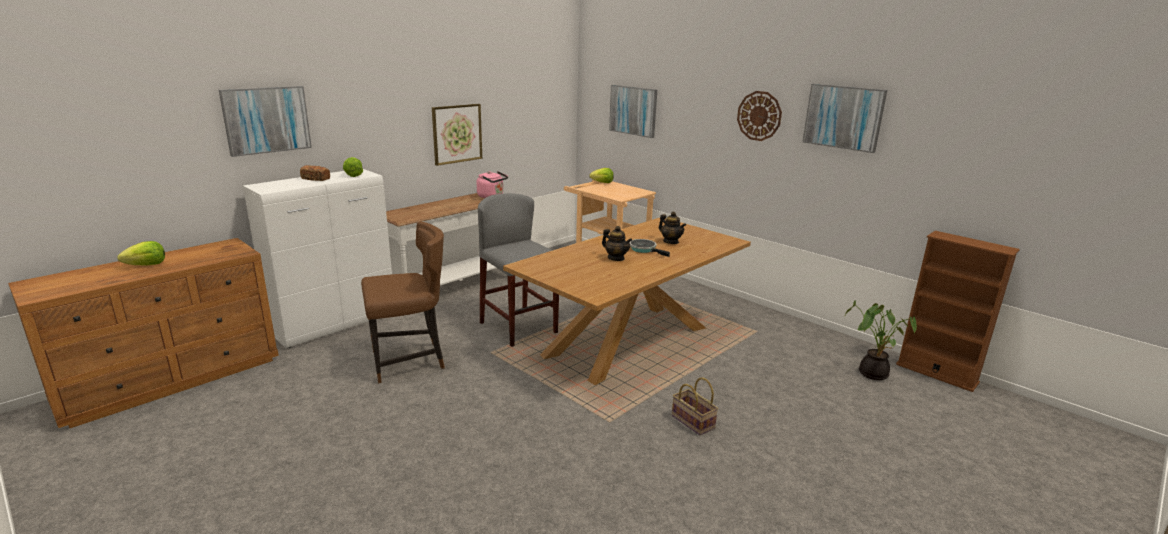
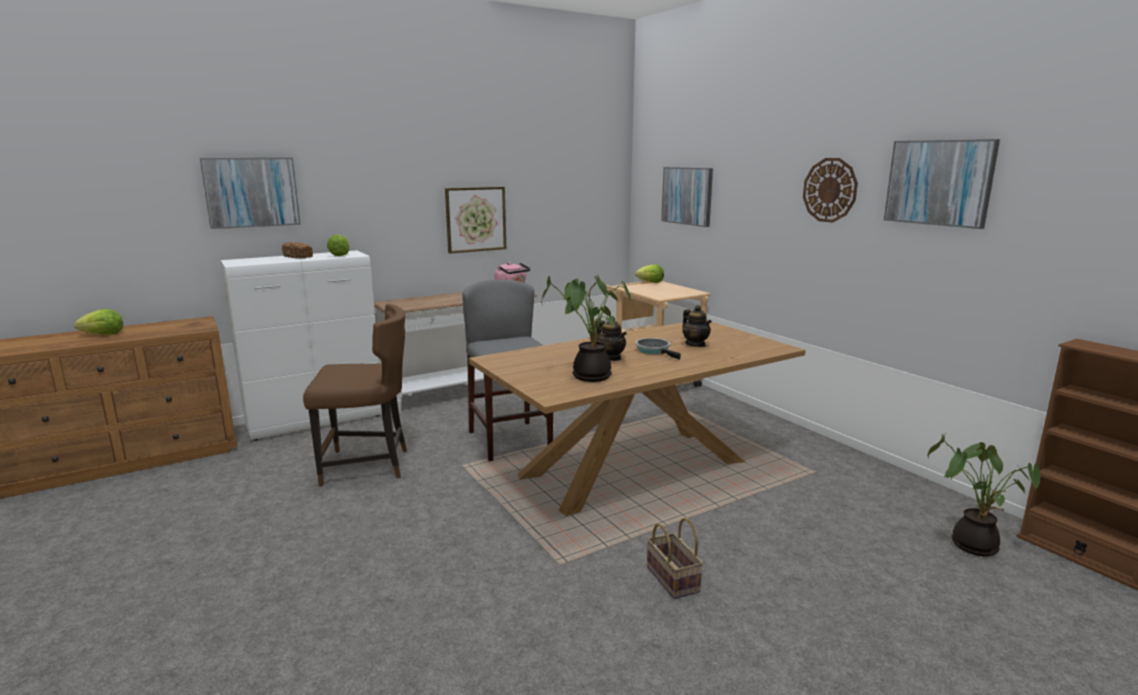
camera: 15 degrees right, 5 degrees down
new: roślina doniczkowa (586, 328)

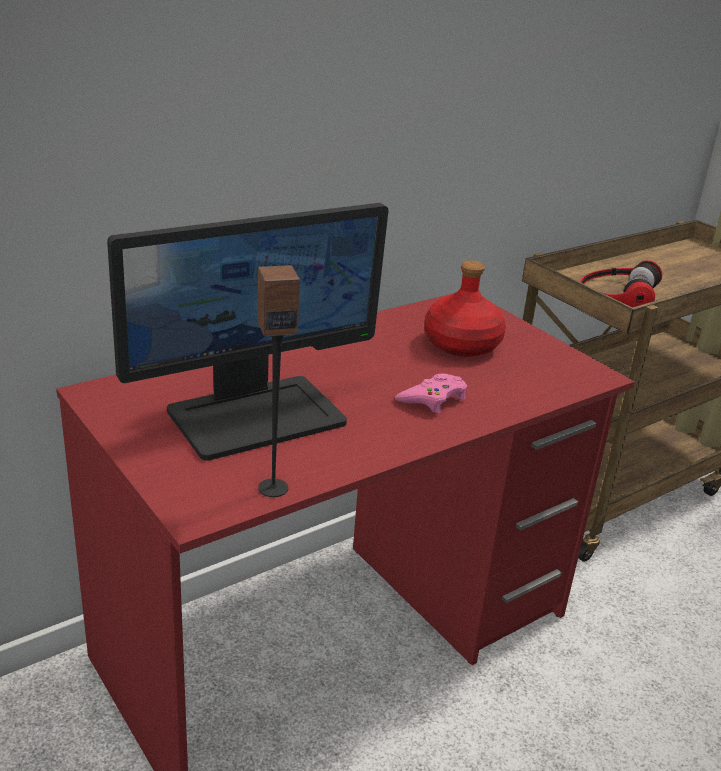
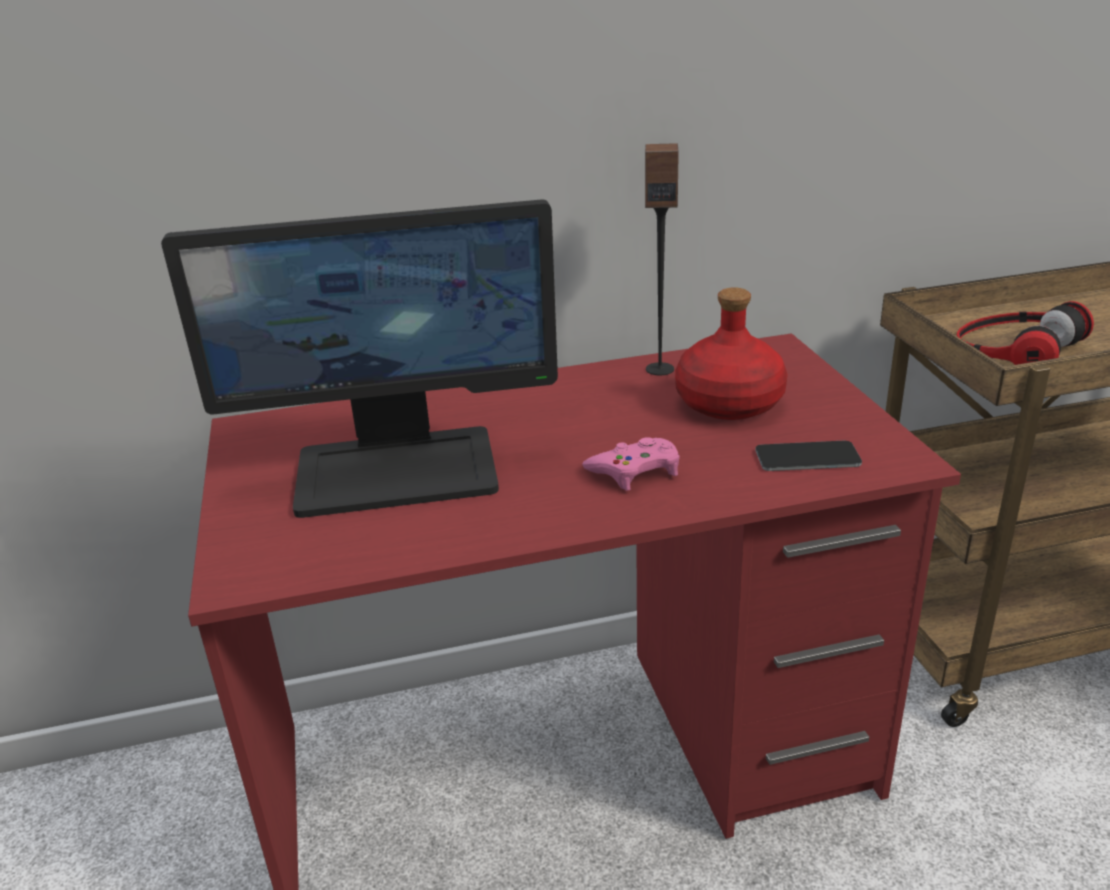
camera: 25 degrees right, 0 degrees up
new: telefon (808, 456)
shifted: głośnik (278, 381) to (662, 259)

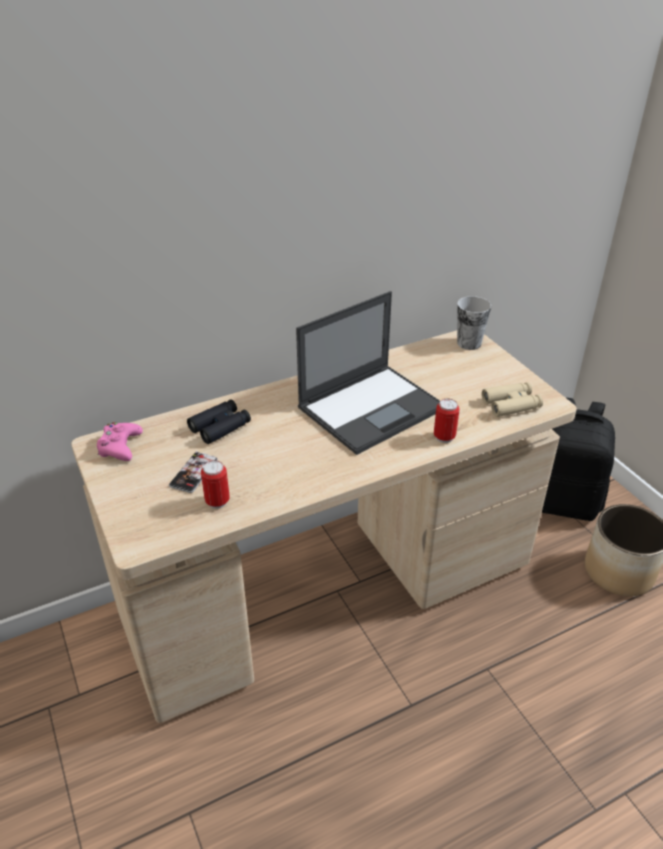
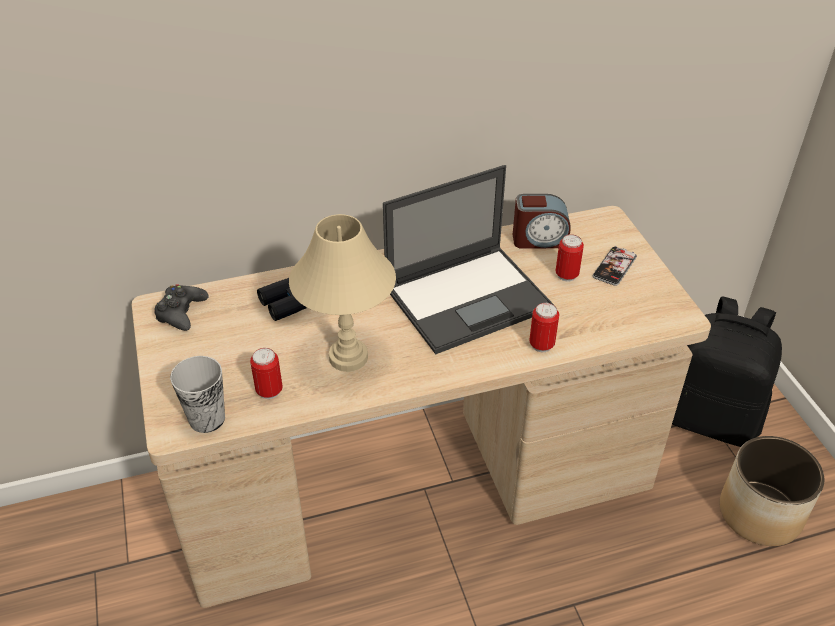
camera: 10 degrees right, 5 degrees up
gone: lornetka/beżowy (512, 399)
new: lampa stołowa/beżowy (342, 293); budzik (542, 221); puszka (570, 258)
shifted: telefon (193, 472) to (615, 266); filiżanka (474, 323) to (197, 394)
repainted: pad do gier/różowy (120, 441) to pad do gier/czarny (181, 307)

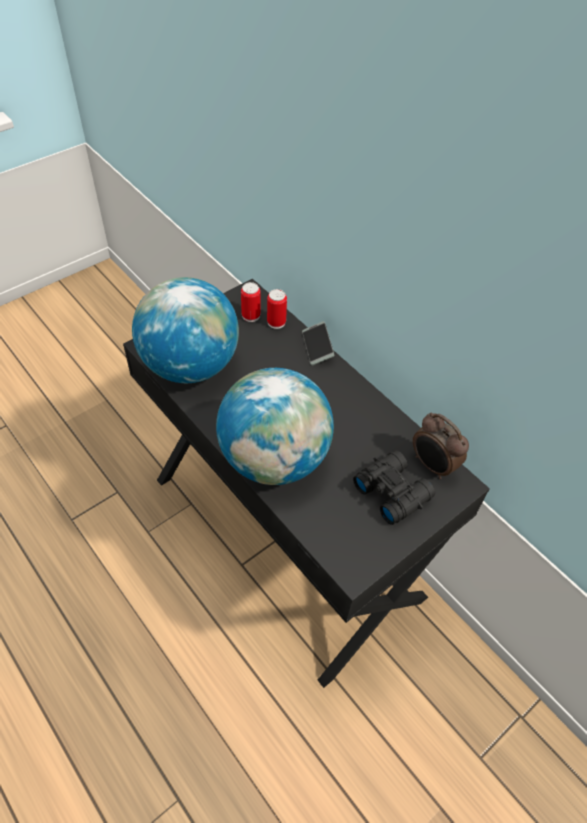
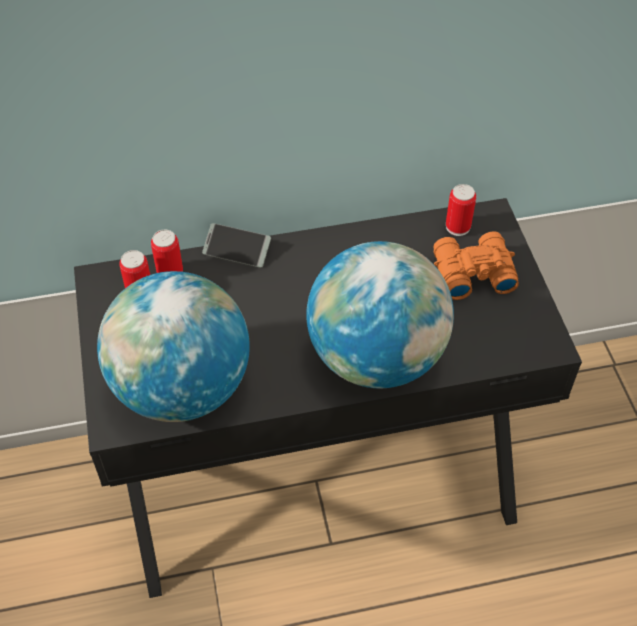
camera: 60 degrees left, 0 degrees up
swapped: budzik (441, 445) to puszka (461, 210)
repainted: lornetka/czarny (394, 488) to lornetka/pomarańczowy (476, 265)

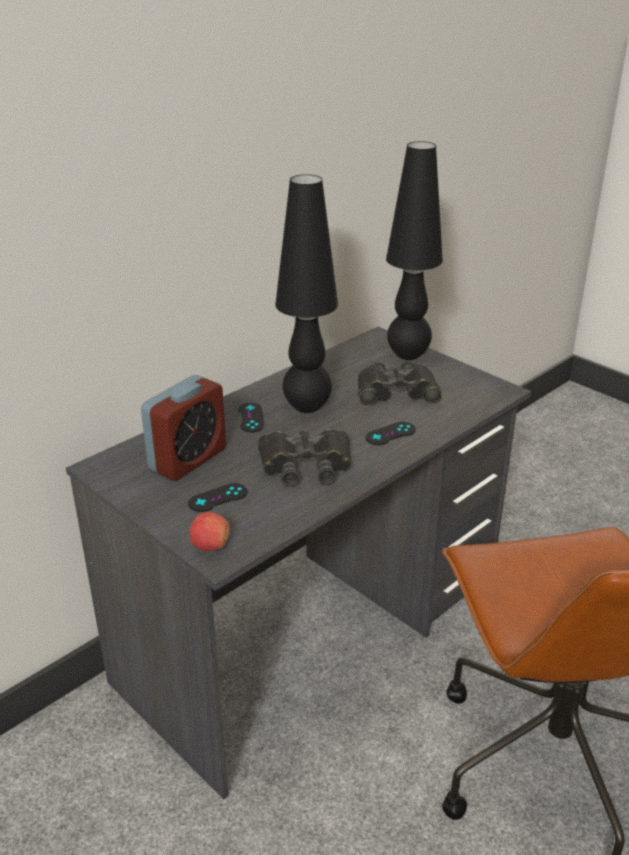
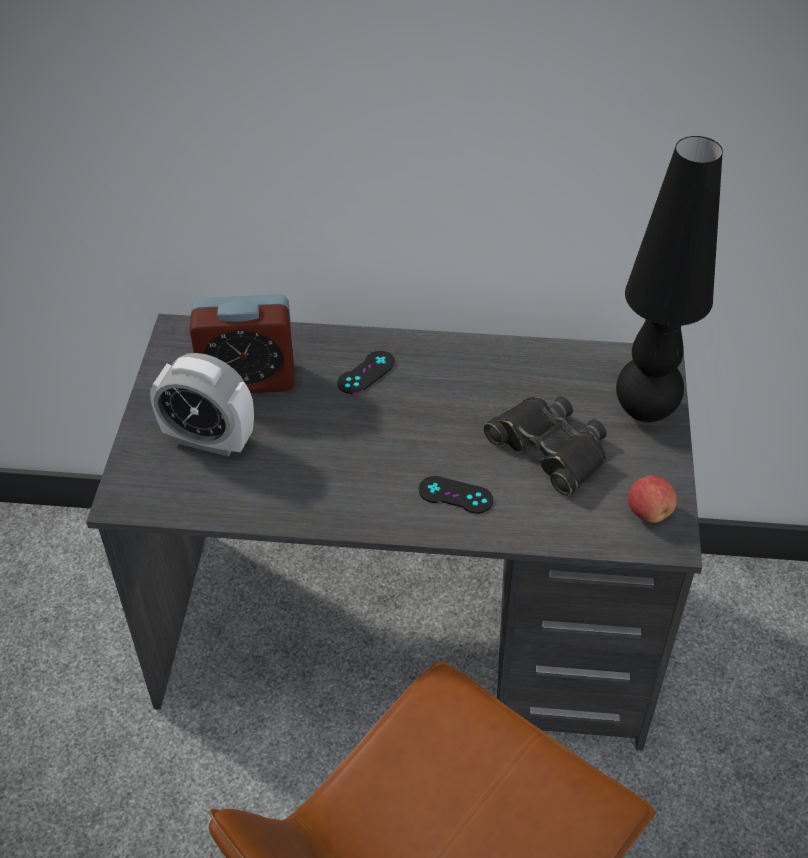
camera: 50 degrees right, 15 degrees up
gone: lornetka/czarny (304, 458); lampa stołowa/czarny (306, 293)
shifted: jabłko (210, 531) to (652, 499)
swapped: pad do gier/czarny (217, 497) to budzik (202, 405)

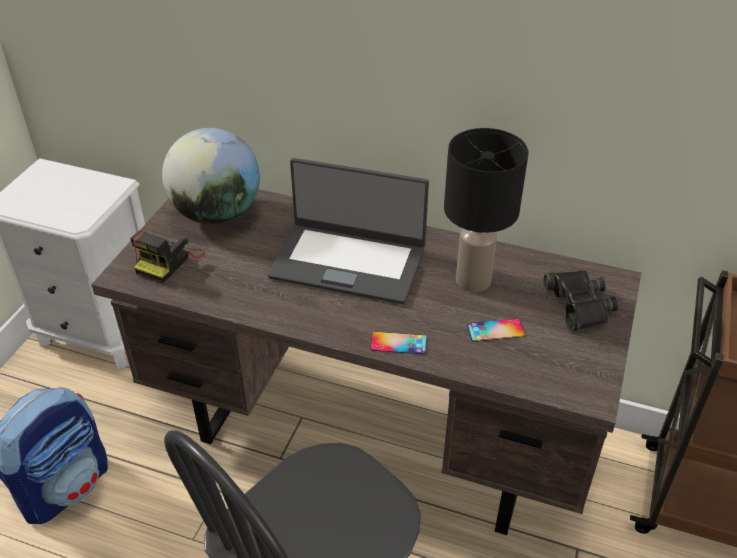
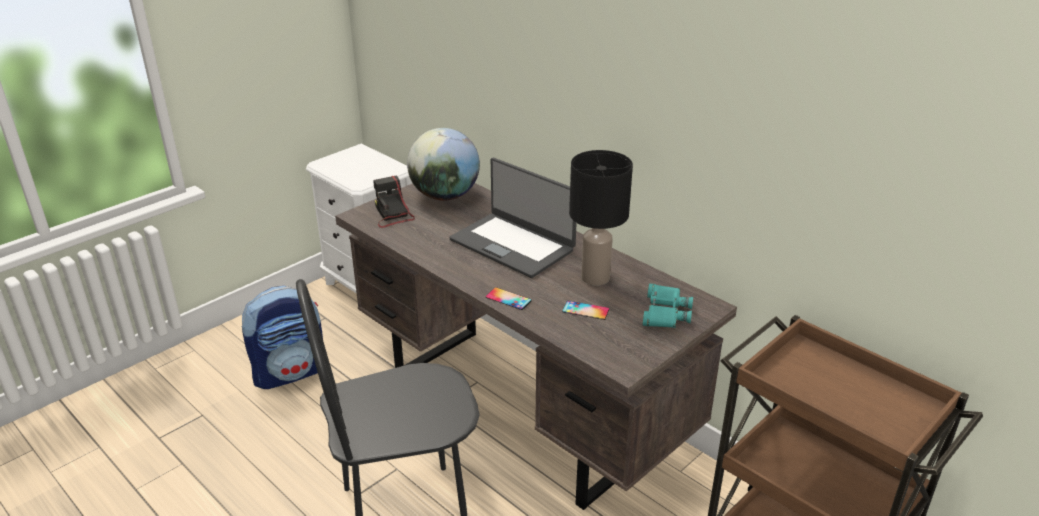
camera: 25 degrees right, 10 degrees down
repainted: lornetka/czarny (580, 300) to lornetka/turkusowy (667, 305)
rotated: aparat fotograficzny (167, 257) = (394, 201) 105 degrees clockwise

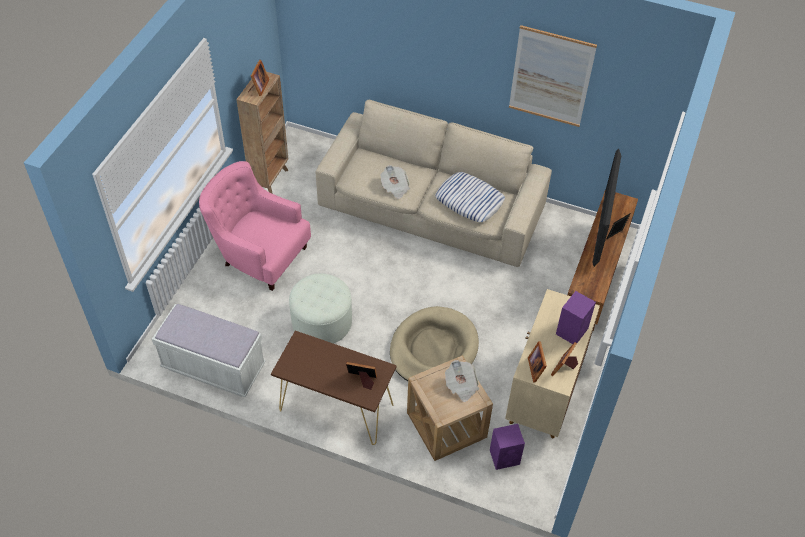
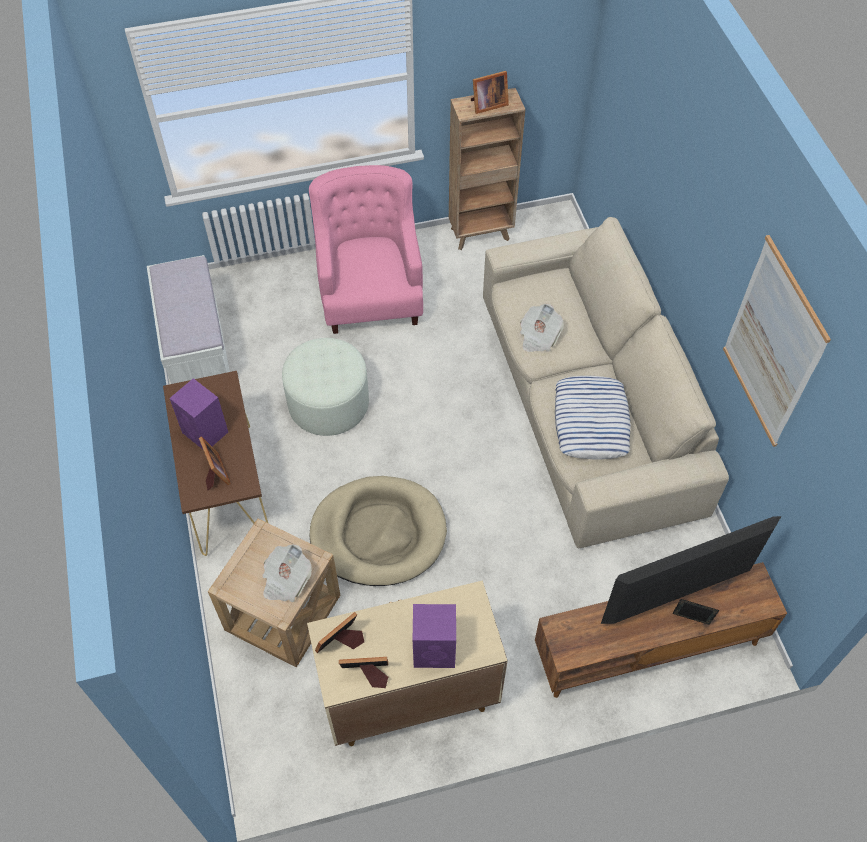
camera: 55 degrees right, 5 degrees up
shifted: głośnik/fioletowy (507, 447) to (199, 413)

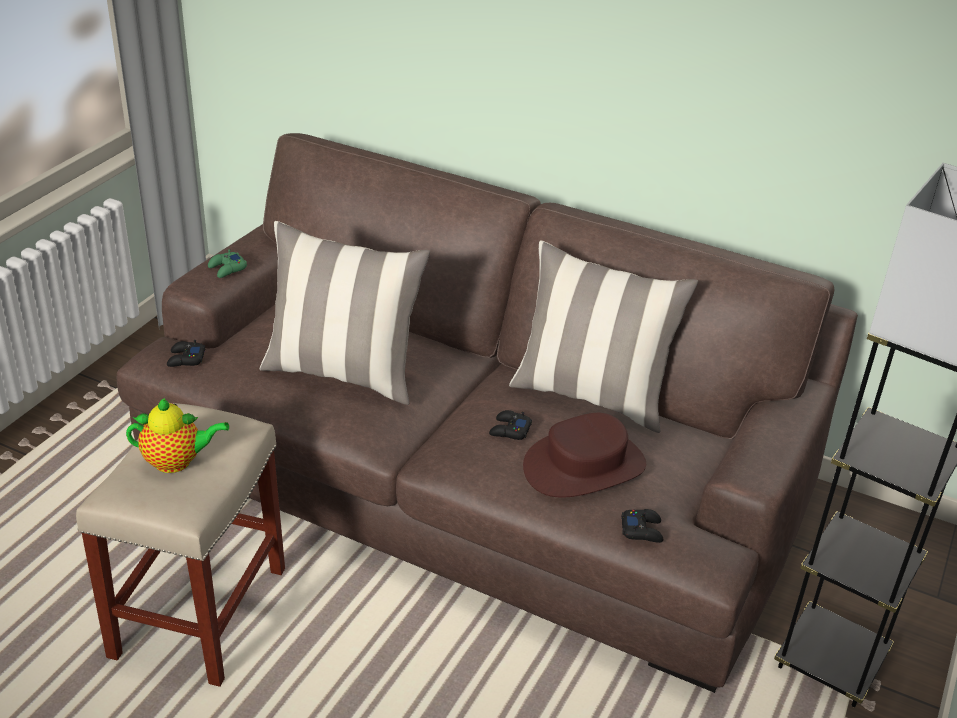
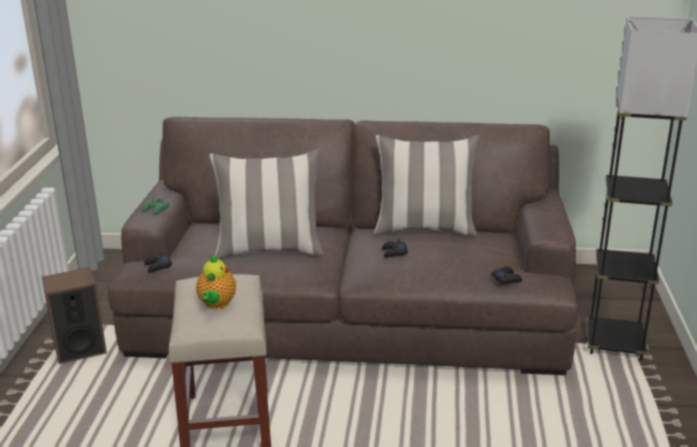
camera: 20 degrees left, 10 degrees down
gone: kapelusz/brązowy (584, 455)
new: głośnik (74, 315)
rotated: imbryk (177, 435) = (216, 281) 120 degrees clockwise

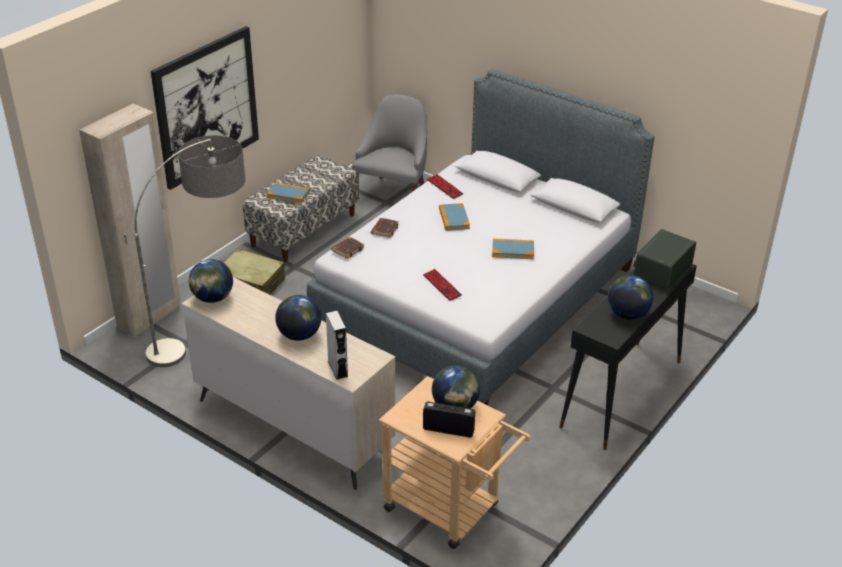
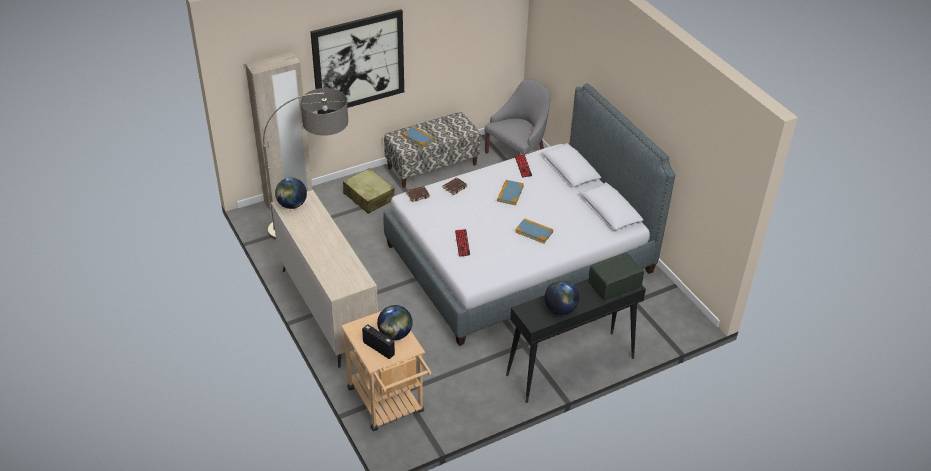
camera: 25 degrees right, 5 degrees up
gone: globus (298, 318); głośnik/szary (337, 345)

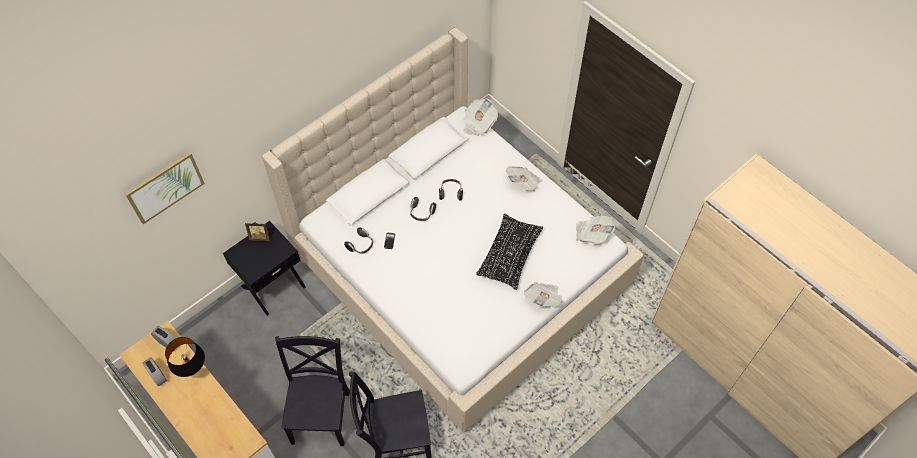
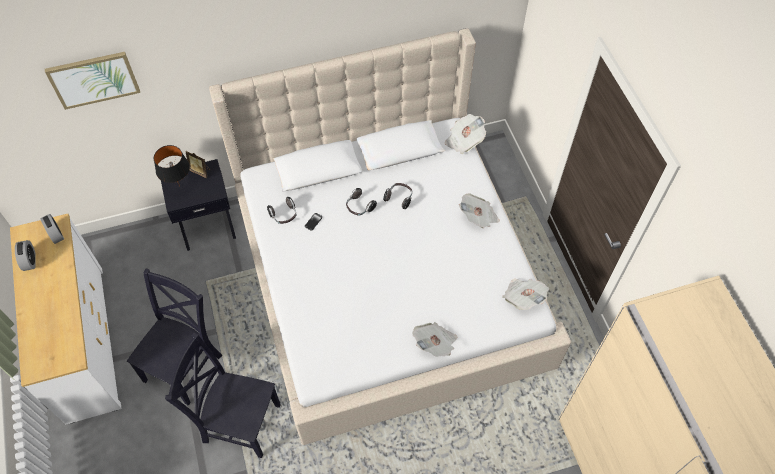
camera: 25 degrees right, 0 degrees up
gone: poduszka/czarny (509, 252)
shifted: lampa stołowa/czarny (185, 357) to (172, 166)

